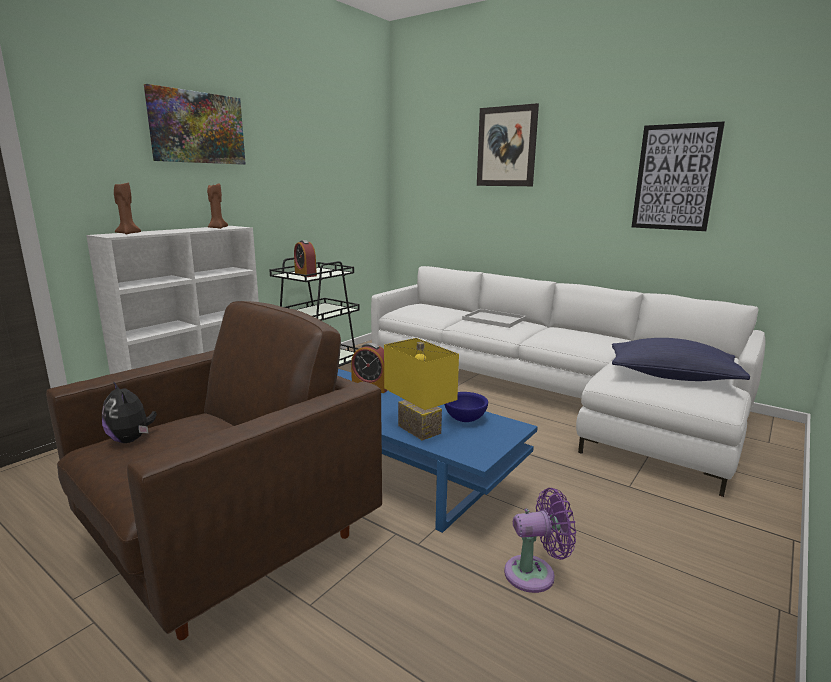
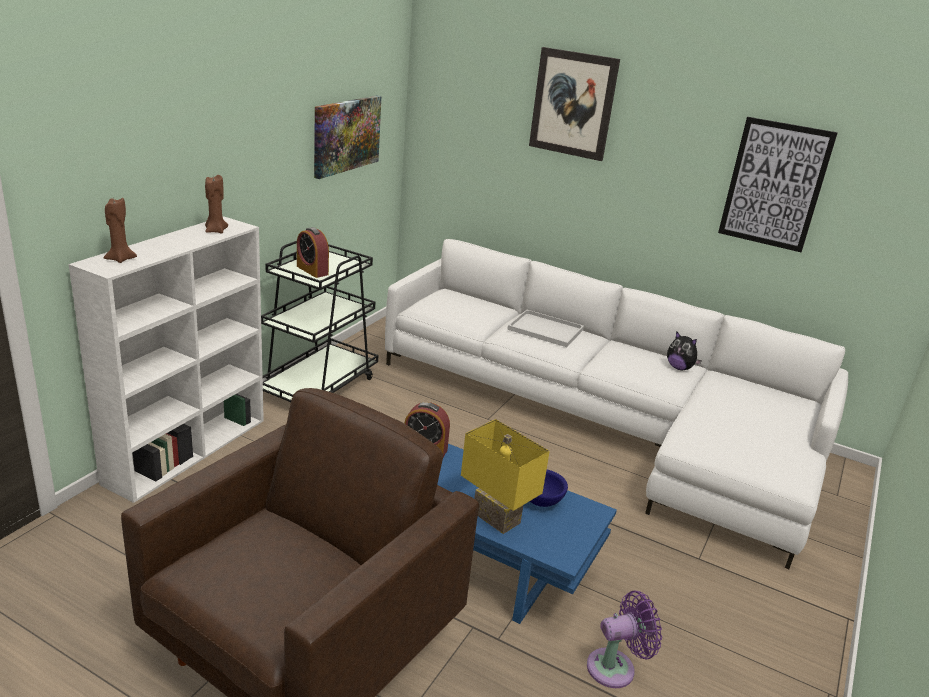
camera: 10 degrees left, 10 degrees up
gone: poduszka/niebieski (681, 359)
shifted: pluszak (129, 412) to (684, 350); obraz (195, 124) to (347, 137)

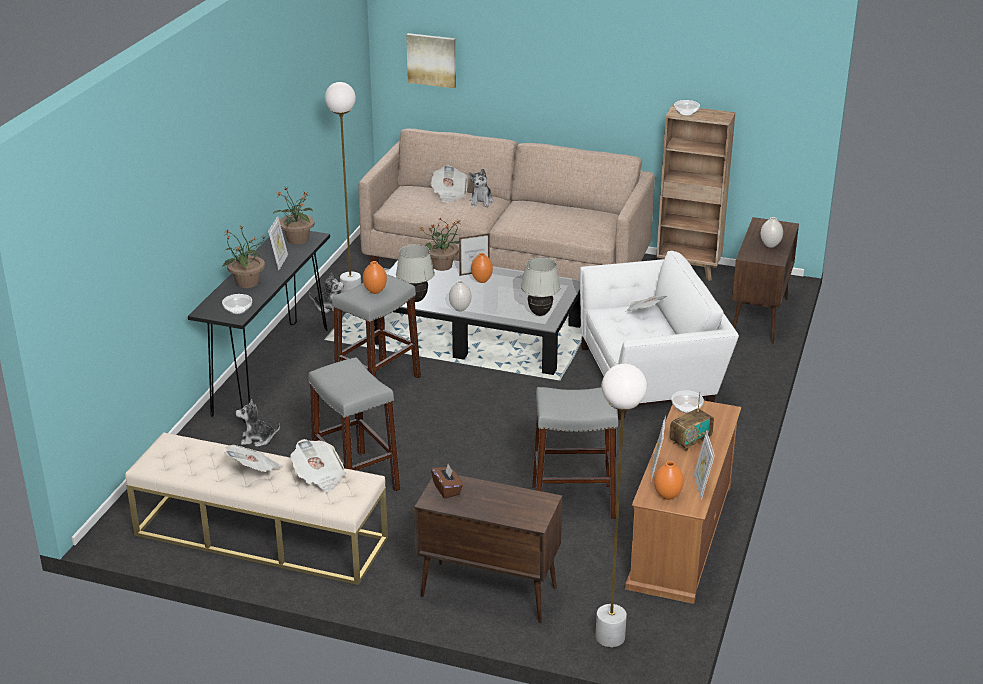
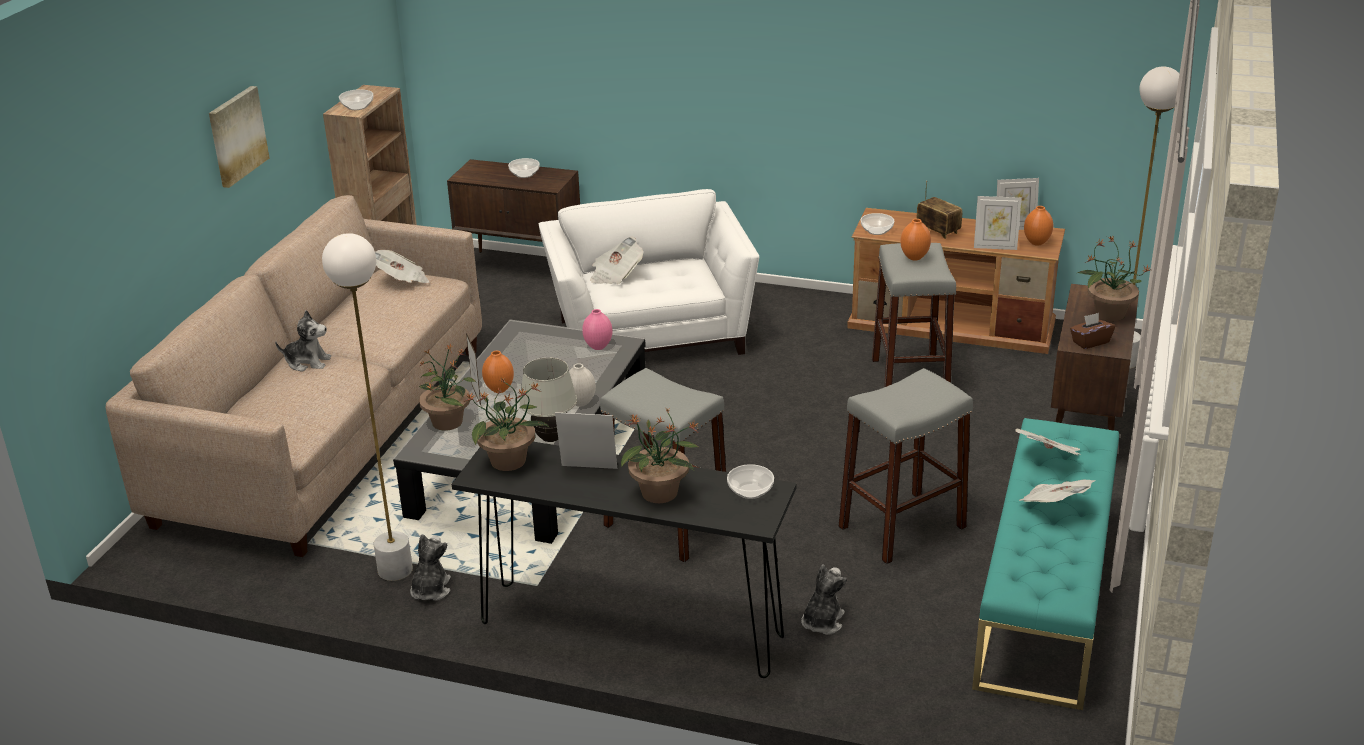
camera: 90 degrees left, 0 degrees up
new: roślina doniczkowa (1114, 278)
shifted: wazon/pomarańczowy (375, 277) to (915, 239); obraz (431, 60) to (239, 137); gazeta (449, 184) to (402, 266)
swapped: lampa stołowa/biały (540, 286) to wazon/różowy (597, 329); wazon/biały (772, 232) to miska (524, 168)
repainted: ławka/beżowy (256, 508) to ławka/turkusowy (1045, 564)
rotated: pluszak (258, 423) = (824, 600) 150 degrees counterclockwise

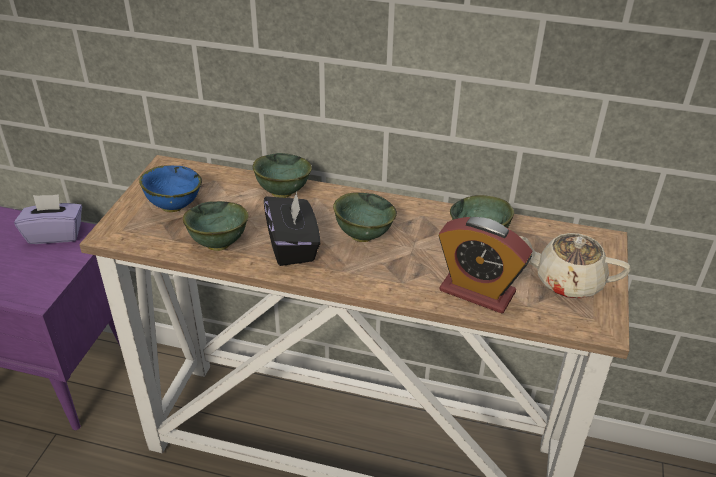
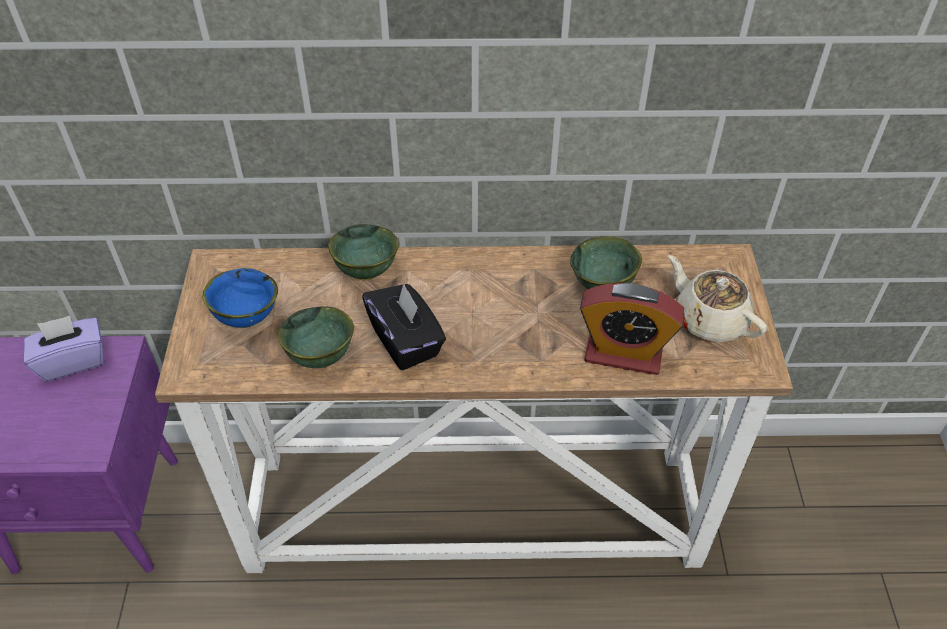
camera: 15 degrees left, 10 degrees up
gone: miska/zielony (365, 217)
rotated: imbryk/beżowy (575, 266) = (718, 298) 45 degrees clockwise

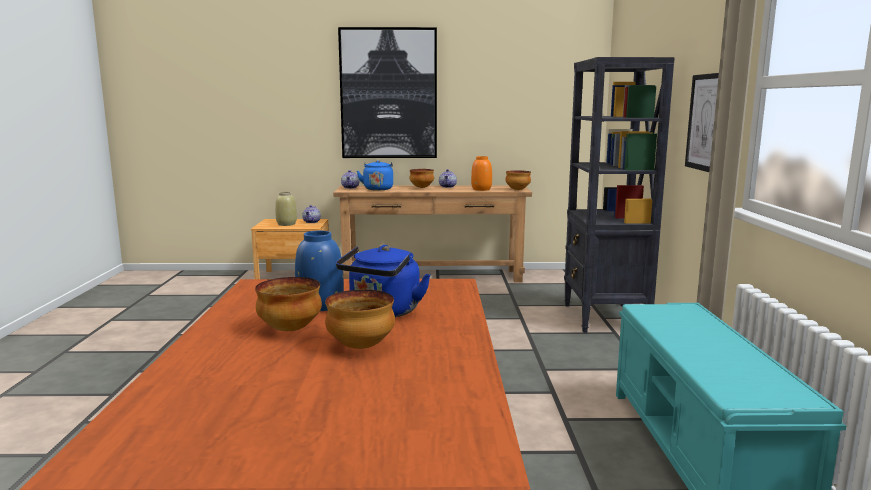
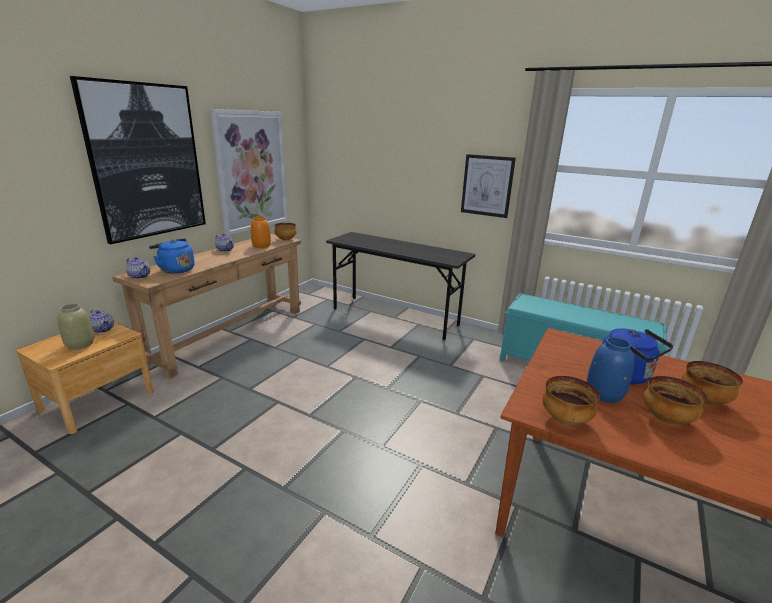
camera: 60 degrees left, 10 degrees up
new: obraz (249, 172)
shifted: miska (421, 178) to (571, 400)
swapped: regał/czarny (619, 195) to biurko/szary (400, 286)

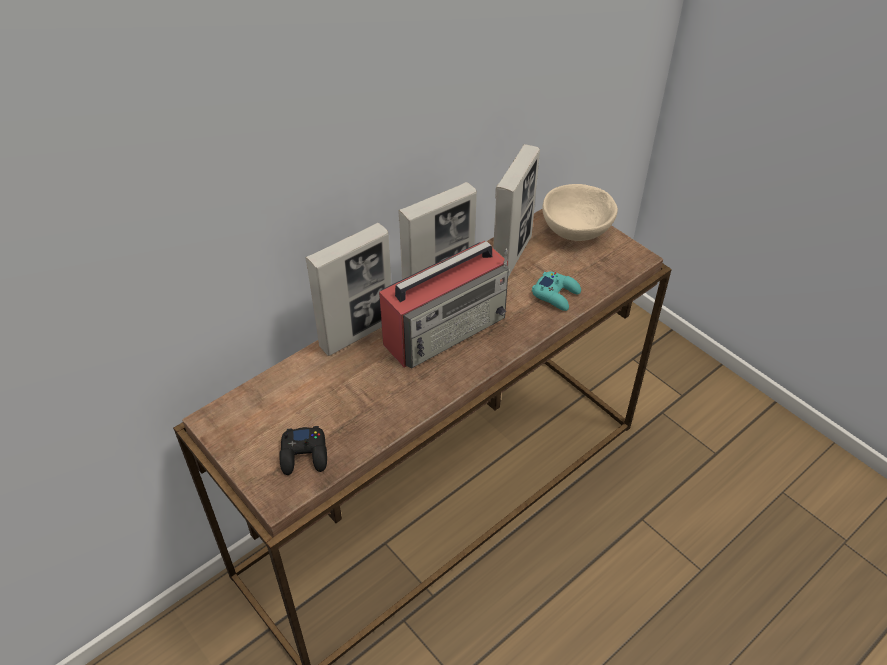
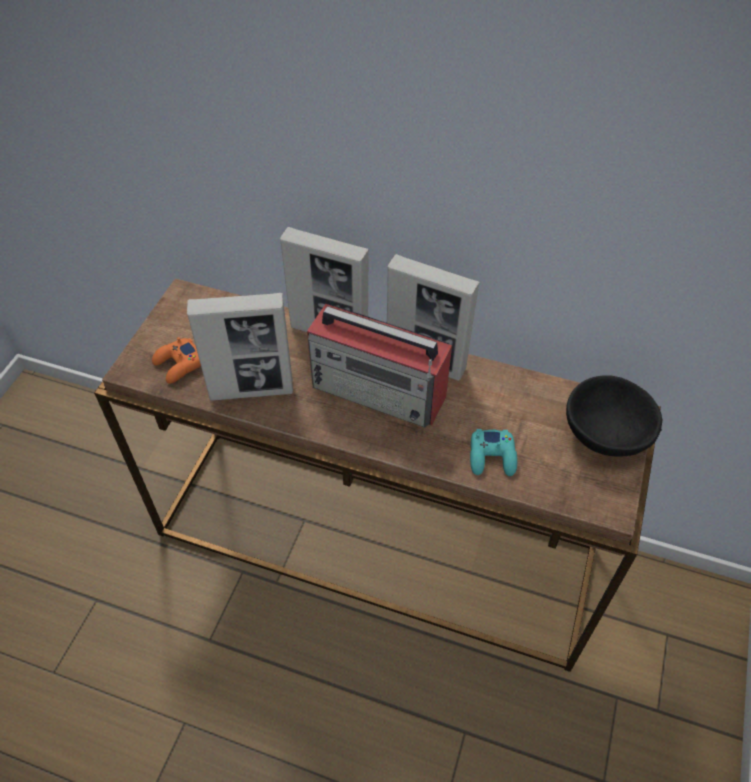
camera: 60 degrees right, 5 degrees up
shifted: ramka na zdjęcie (516, 210) to (240, 347)
repainted: pad do gier/czarny (303, 450) to pad do gier/pomarańczowy (176, 360); miska/beżowy (580, 212) to miska/czarny (614, 416)

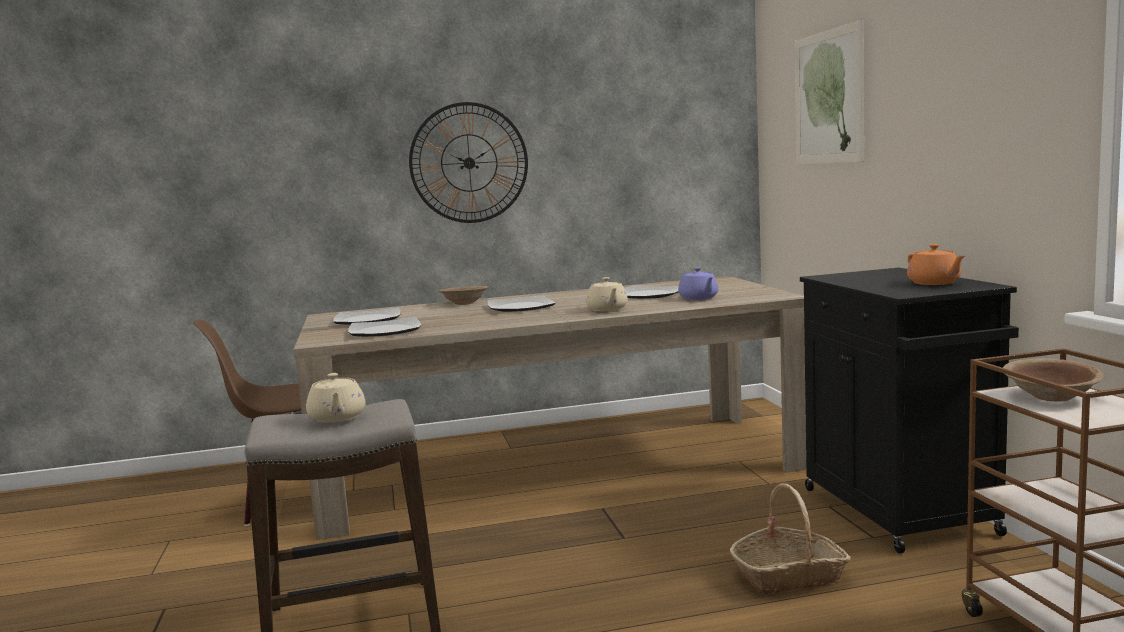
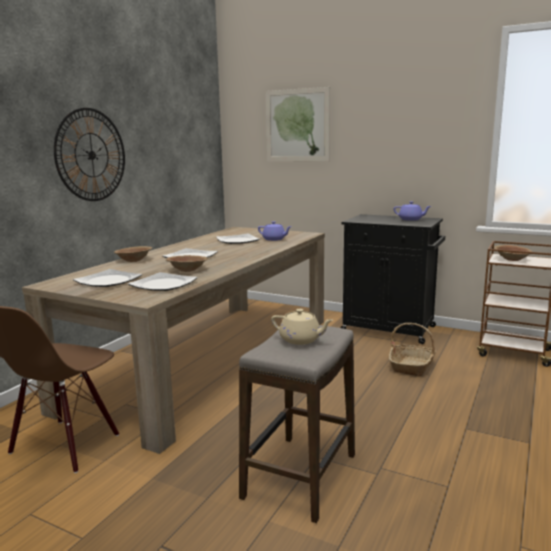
camera: 50 degrees left, 5 degrees up
gone: imbryk/beżowy (607, 294)
new: miska/brązowy (187, 263)
repainted: imbryk/pomarańczowy (936, 264) to imbryk/fioletowy (412, 211)

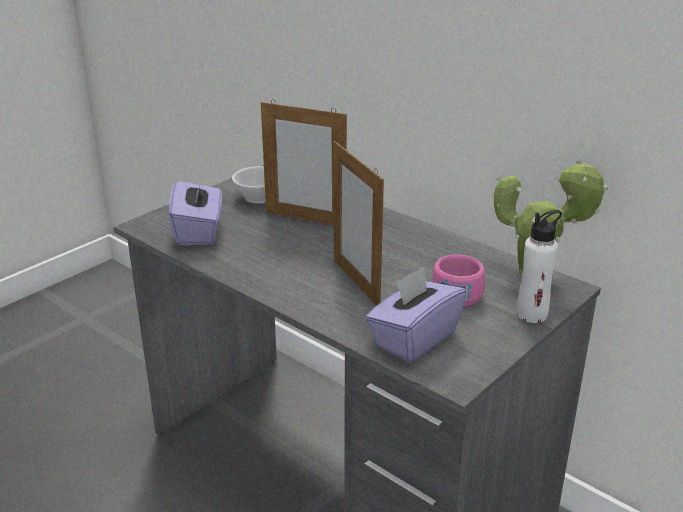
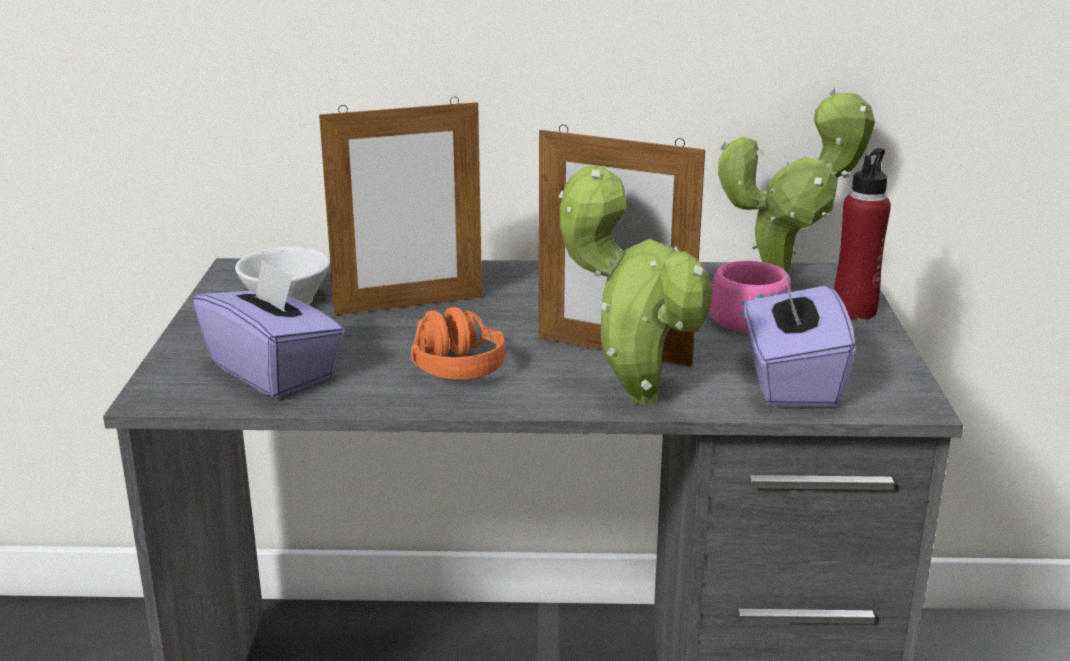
camera: 40 degrees left, 5 degrees down
new: słuchawki/pomarańczowy (458, 343); roślina doniczkowa (635, 285)
repainted: butelka/biały (539, 266) to butelka/czerwony (862, 234)

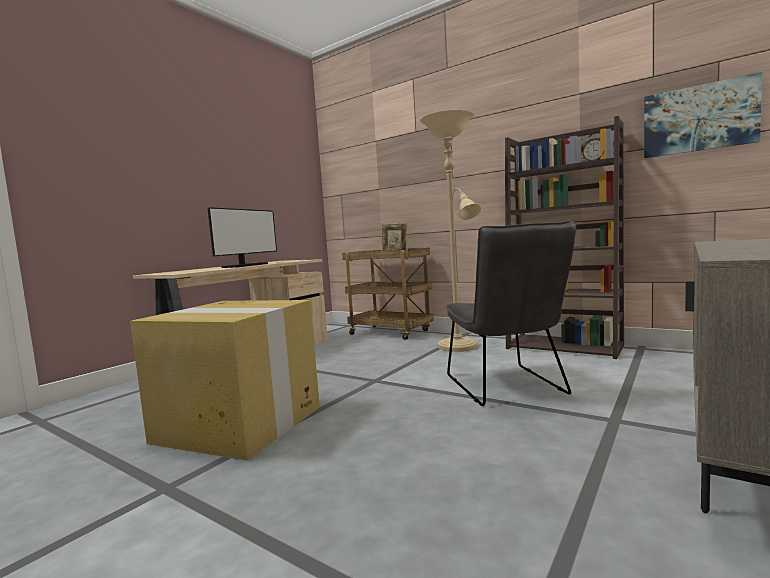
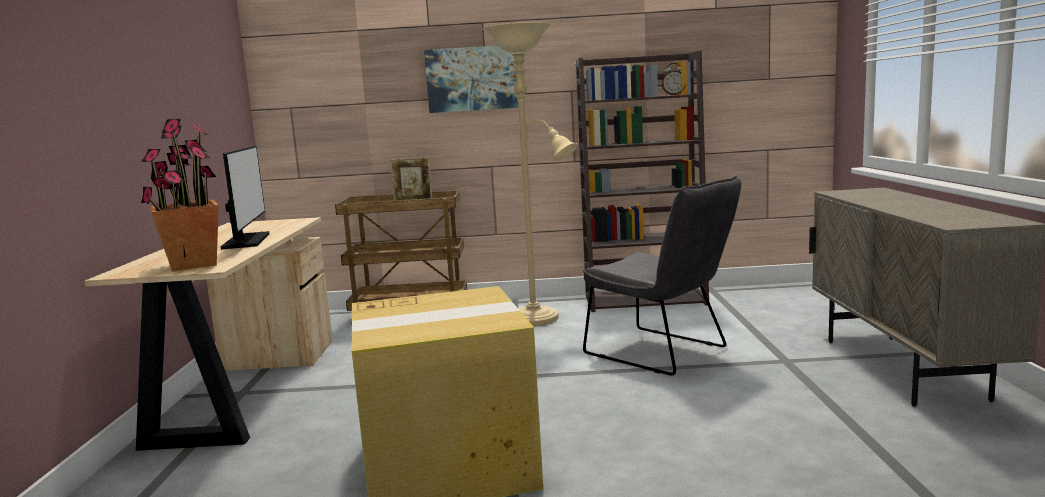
camera: 35 degrees left, 5 degrees up
new: roślina doniczkowa (180, 195)
shifted: obraz (703, 115) to (471, 79)

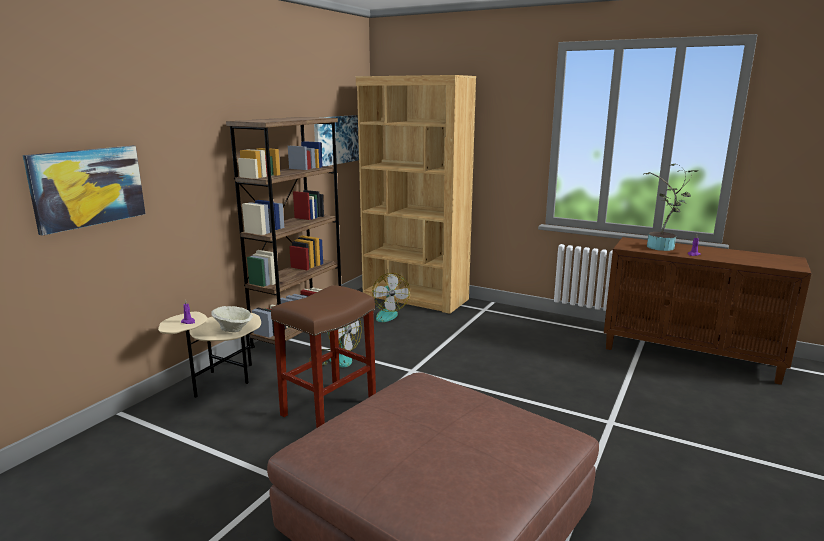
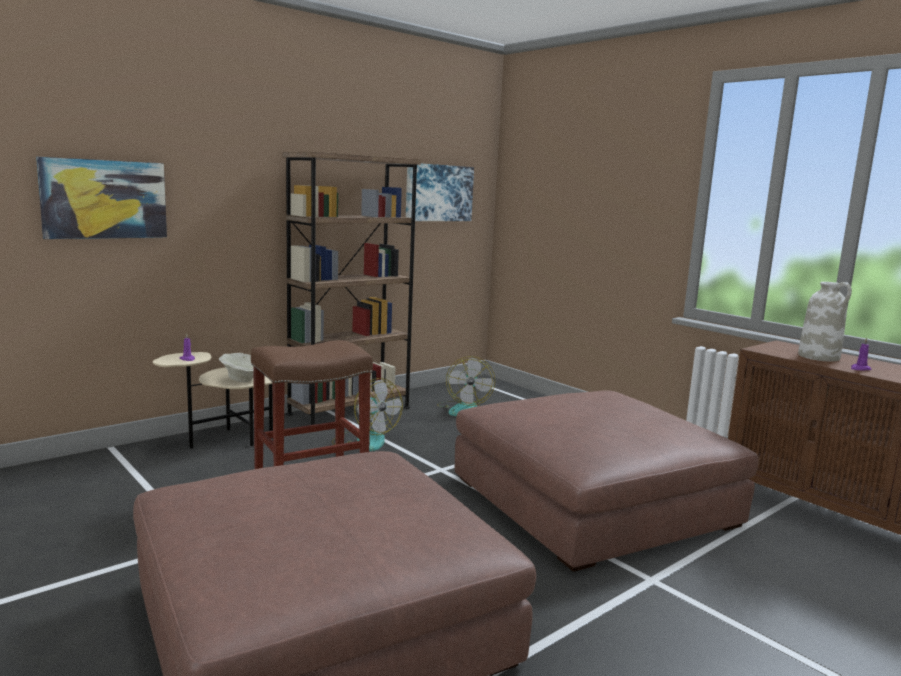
camera: 20 degrees right, 5 degrees down
gone: regał/brązowy (416, 194)
new: pufa/brązowy (606, 481)
swapped: roślina doniczkowa (670, 207) to wazon/biały (825, 322)

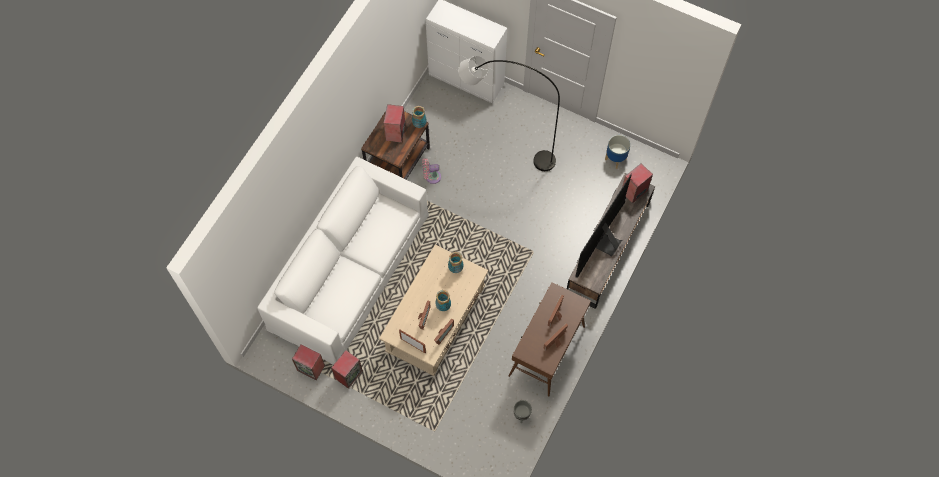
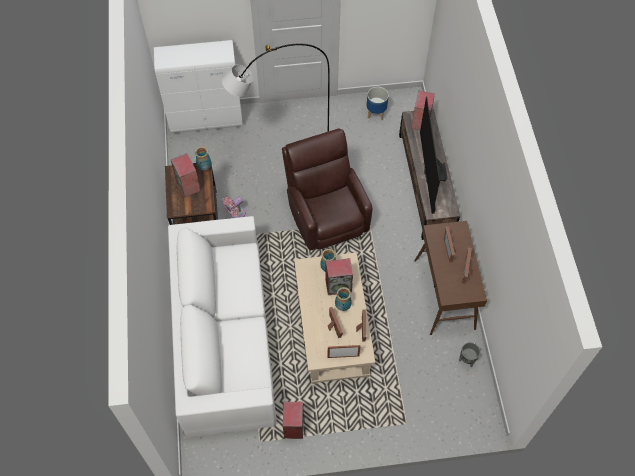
camera: 35 degrees left, 5 degrees down
new: fotel/brązowy (327, 189)
shifted: głośnik (308, 362) to (339, 276)

